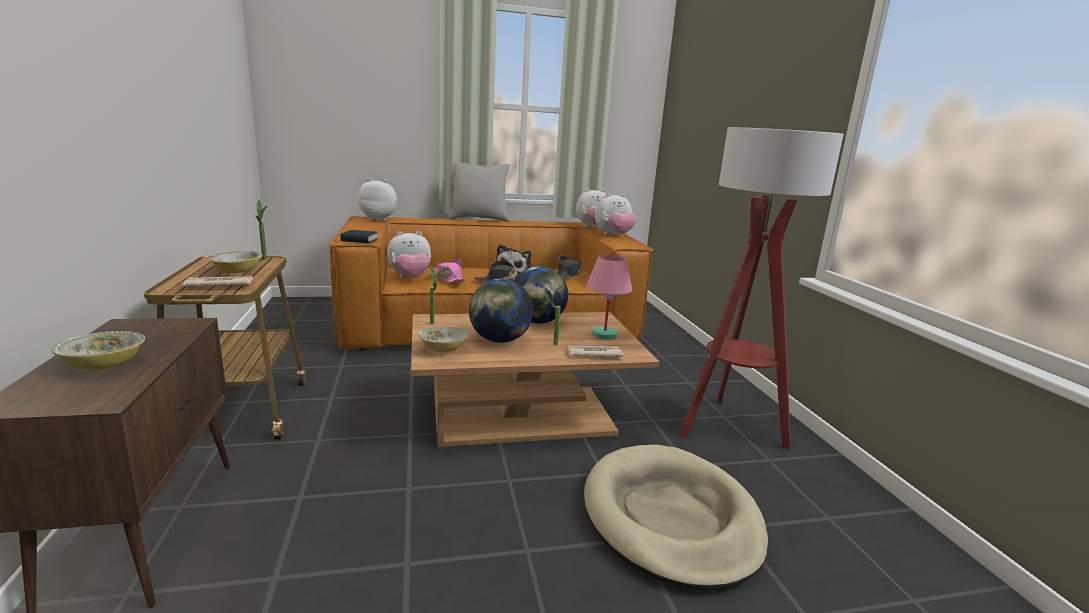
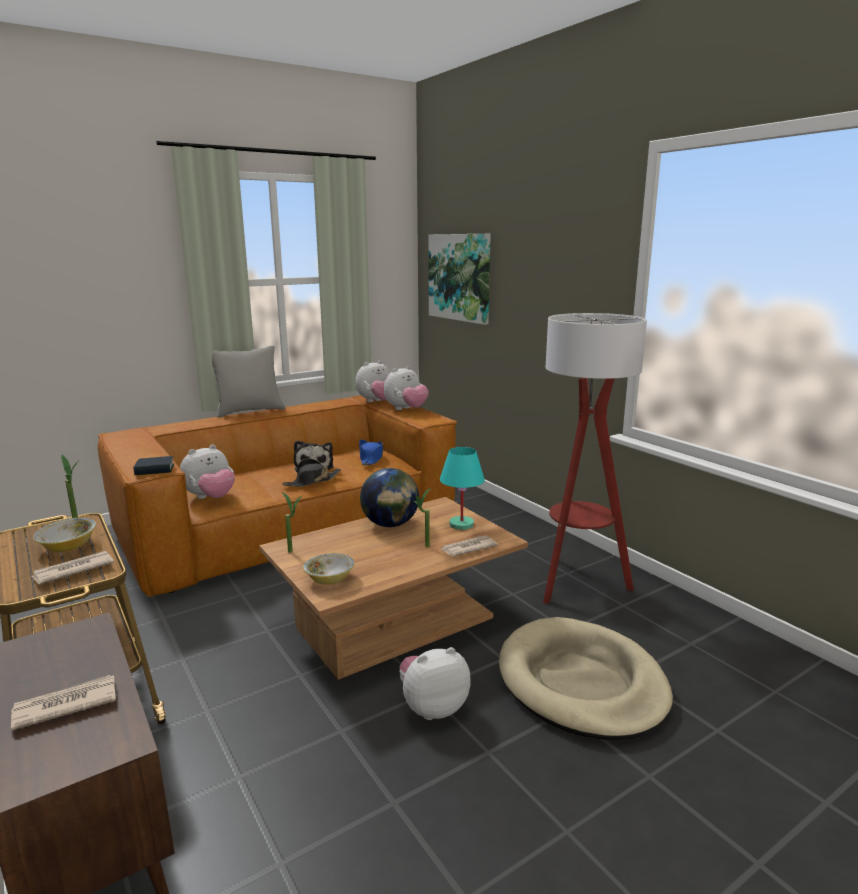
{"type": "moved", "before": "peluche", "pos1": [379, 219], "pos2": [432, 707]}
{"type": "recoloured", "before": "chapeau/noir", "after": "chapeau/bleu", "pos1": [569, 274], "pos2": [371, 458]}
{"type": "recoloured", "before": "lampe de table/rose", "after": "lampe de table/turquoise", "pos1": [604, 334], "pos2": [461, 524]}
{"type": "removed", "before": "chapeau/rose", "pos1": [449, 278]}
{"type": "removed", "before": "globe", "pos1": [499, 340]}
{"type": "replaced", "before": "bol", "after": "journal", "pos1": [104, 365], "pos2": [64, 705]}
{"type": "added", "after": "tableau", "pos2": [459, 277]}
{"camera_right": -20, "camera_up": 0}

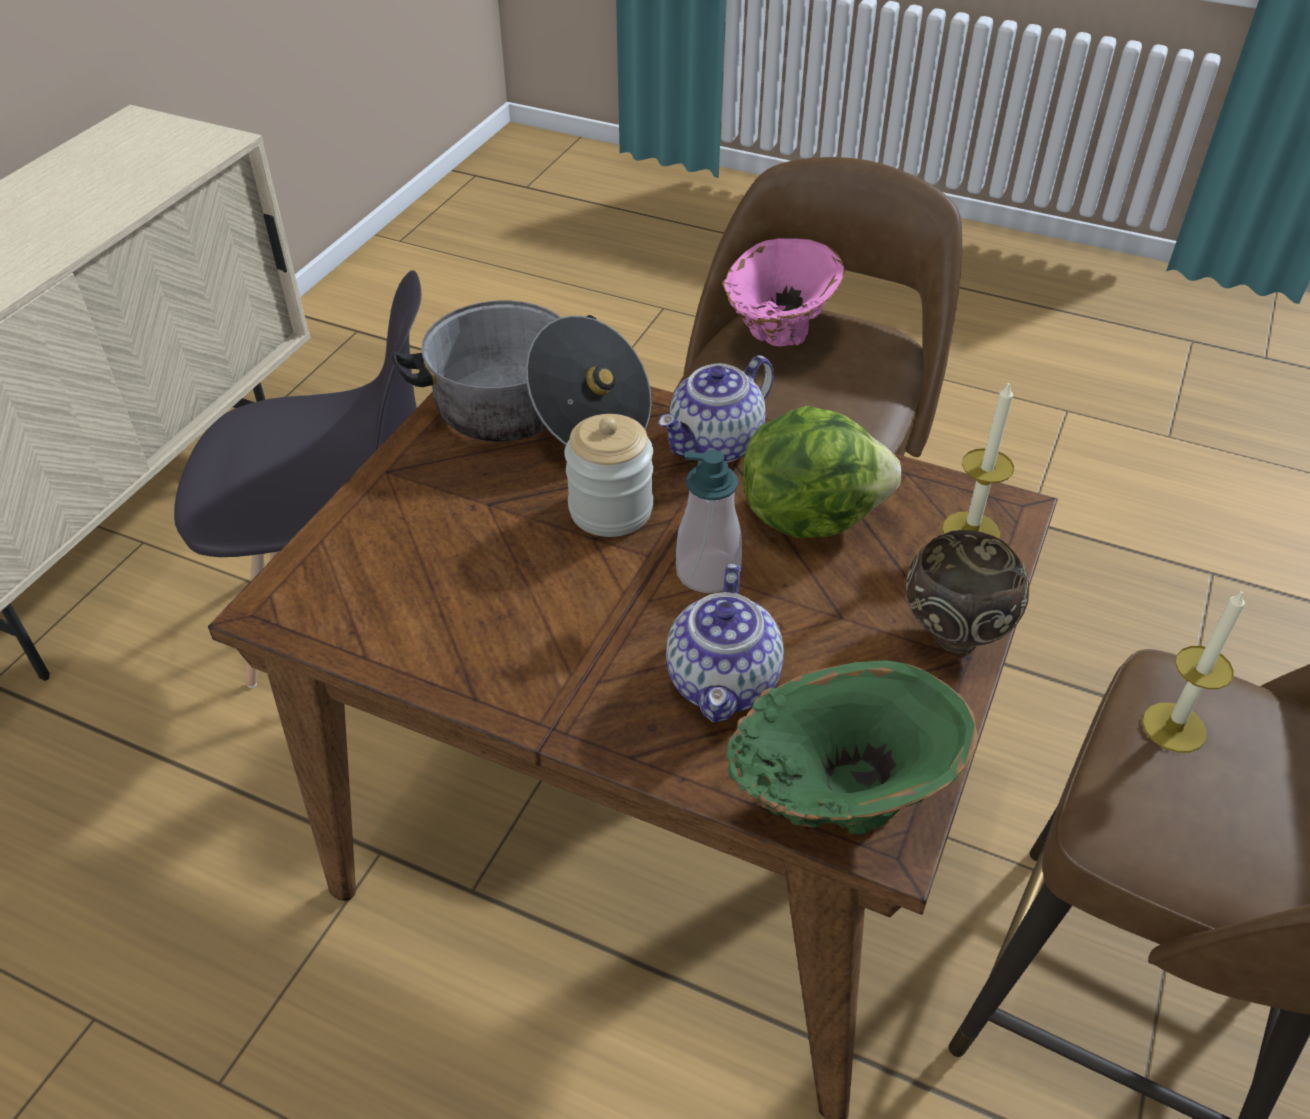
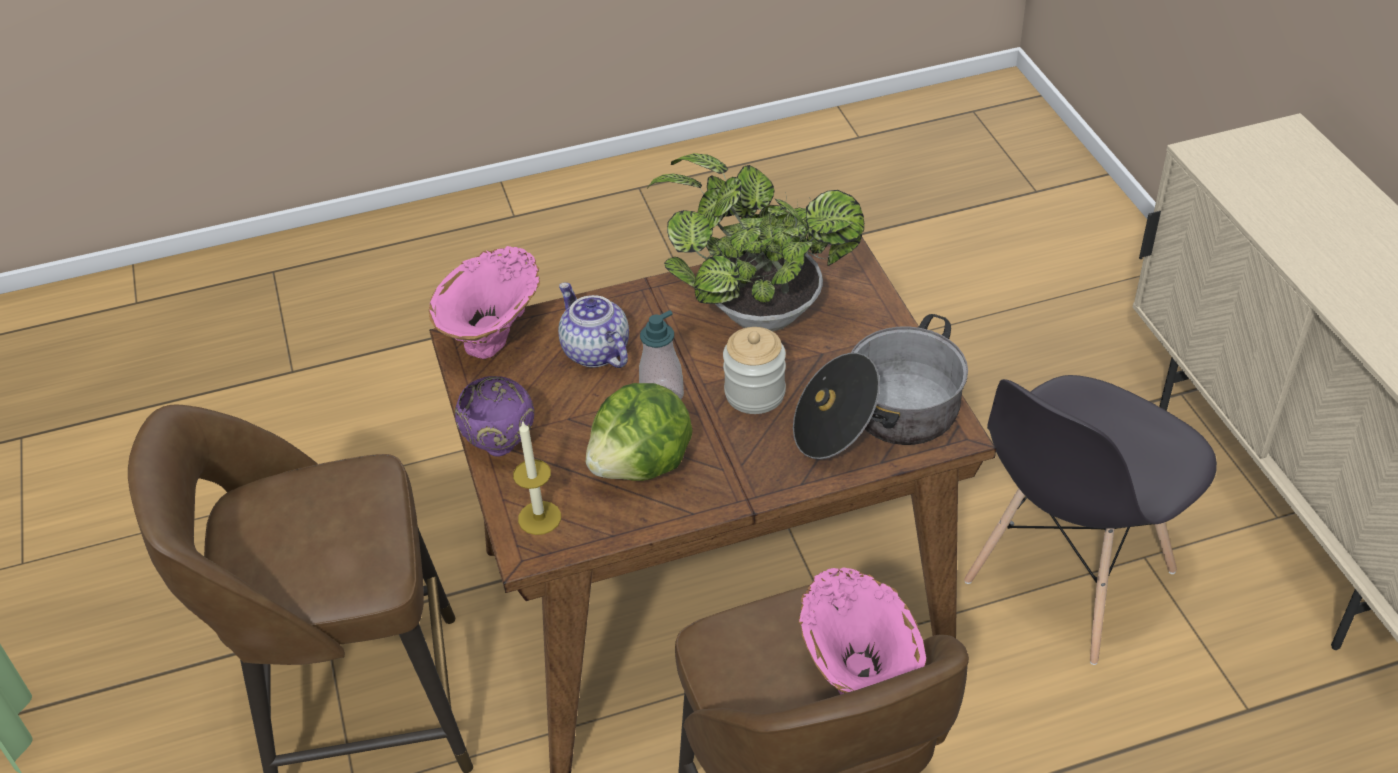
{"type": "removed", "before": "théière", "pos1": [716, 444]}
{"type": "recoloured", "before": "bol/marron", "after": "bol/violet", "pos1": [952, 635], "pos2": [502, 446]}
{"type": "removed", "before": "bougie", "pos1": [1174, 727]}
{"type": "recoloured", "before": "vase/vert", "after": "vase/rose", "pos1": [837, 804], "pos2": [495, 337]}
{"type": "added", "after": "plante en pot", "pos2": [755, 311]}
{"camera_right": 140, "camera_up": 0}

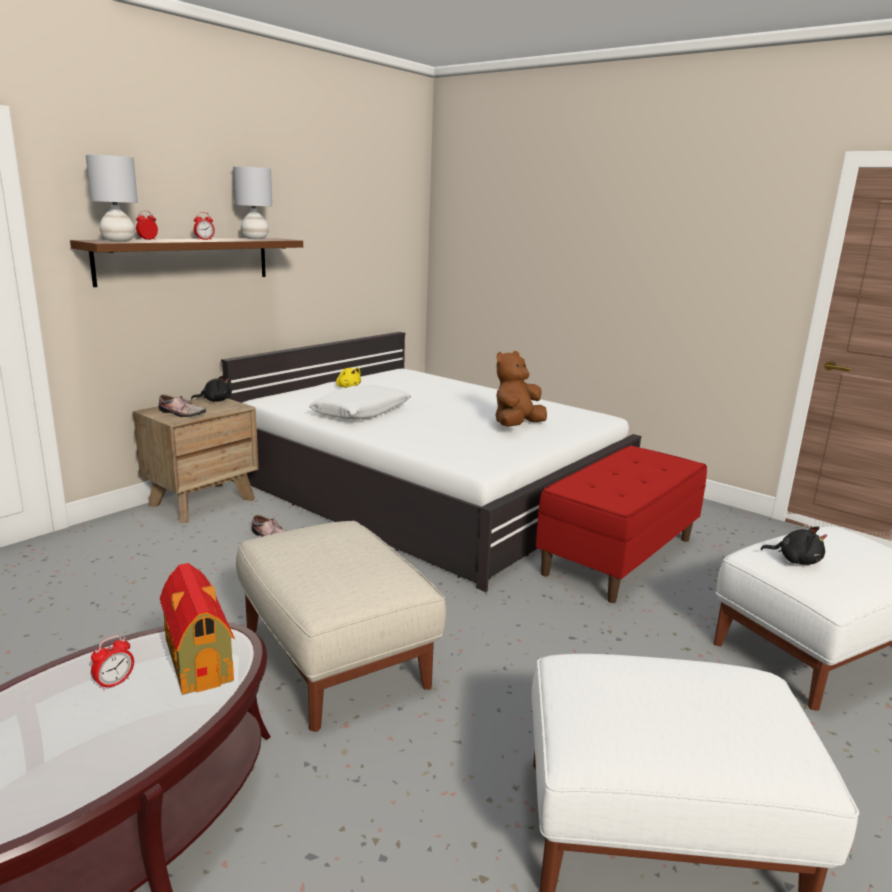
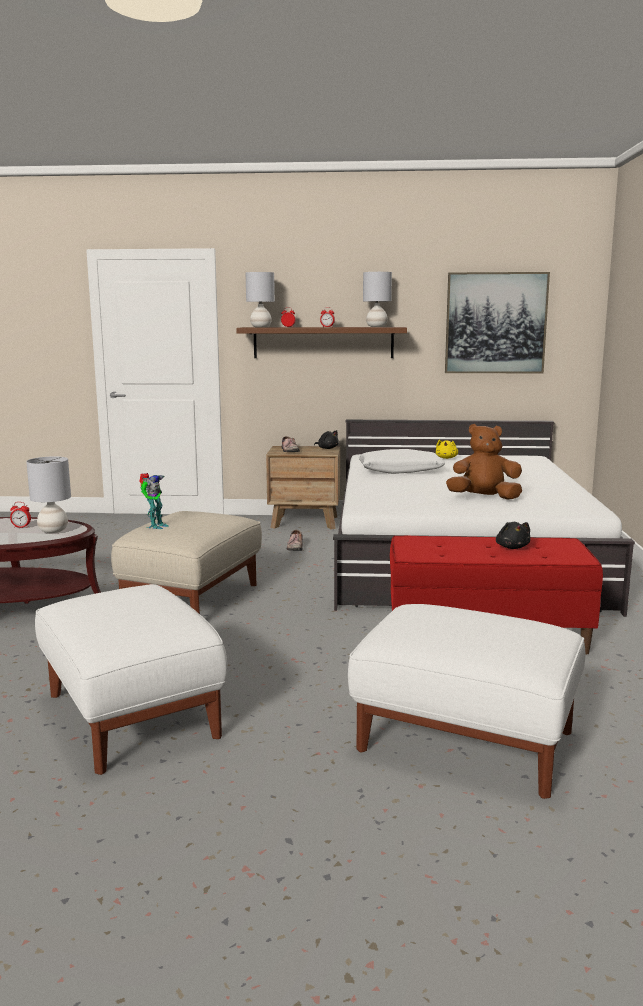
{"type": "moved", "before": "peluche/noir", "pos1": [795, 560], "pos2": [512, 547]}
{"type": "replaced", "before": "maison miniature", "after": "lampe de table/gris", "pos1": [198, 659], "pos2": [54, 531]}
{"type": "added", "after": "tableau", "pos2": [495, 323]}
{"type": "added", "after": "robot jouet", "pos2": [155, 526]}
{"camera_right": 55, "camera_up": -5}

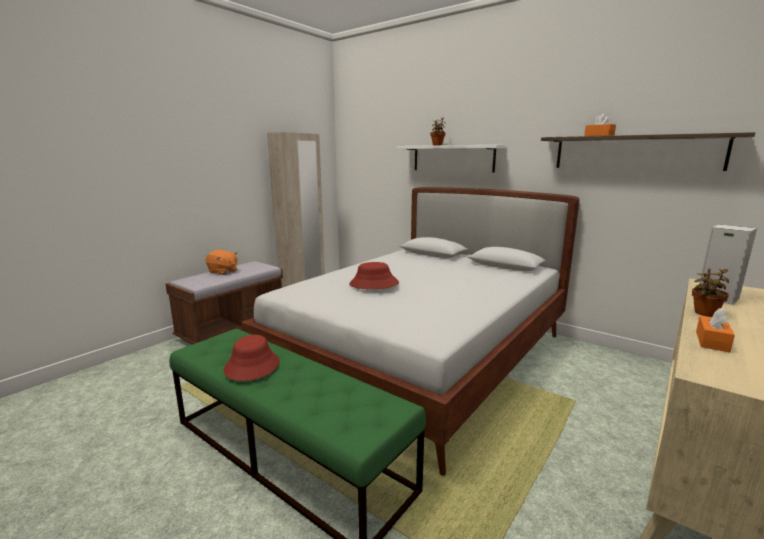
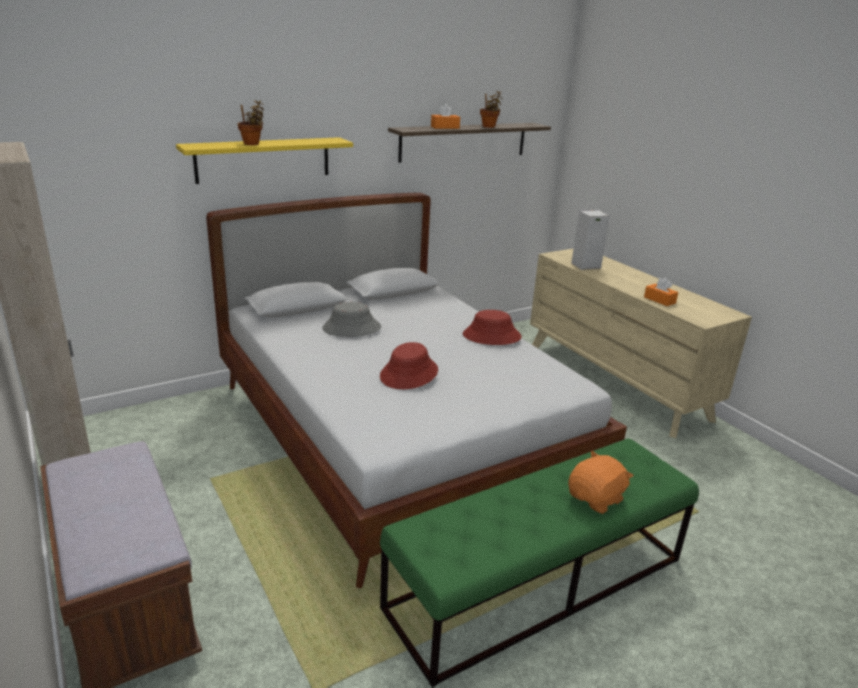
{"type": "recoloured", "before": "étagère/blanc", "after": "étagère/jaune", "pos1": [452, 158], "pos2": [263, 159]}
{"type": "moved", "before": "peluche/orange", "pos1": [223, 271], "pos2": [596, 499]}
{"type": "moved", "before": "plante en pot", "pos1": [704, 314], "pos2": [489, 127]}
{"type": "moved", "before": "chapeau/rouge", "pos1": [252, 366], "pos2": [491, 336]}
{"type": "added", "after": "chapeau/gris", "pos2": [351, 328]}
{"camera_right": -70, "camera_up": 10}

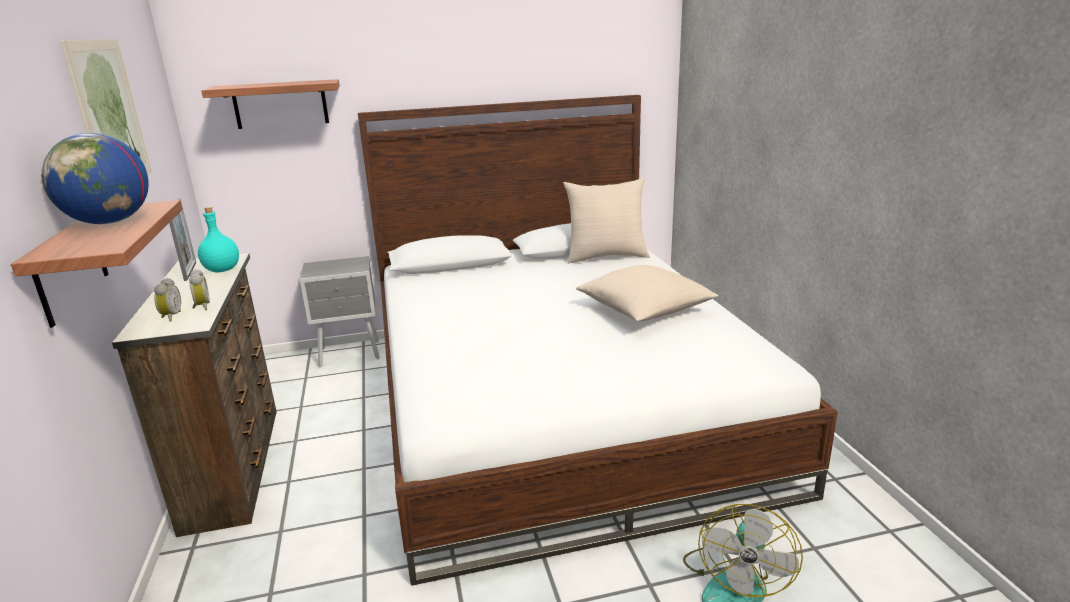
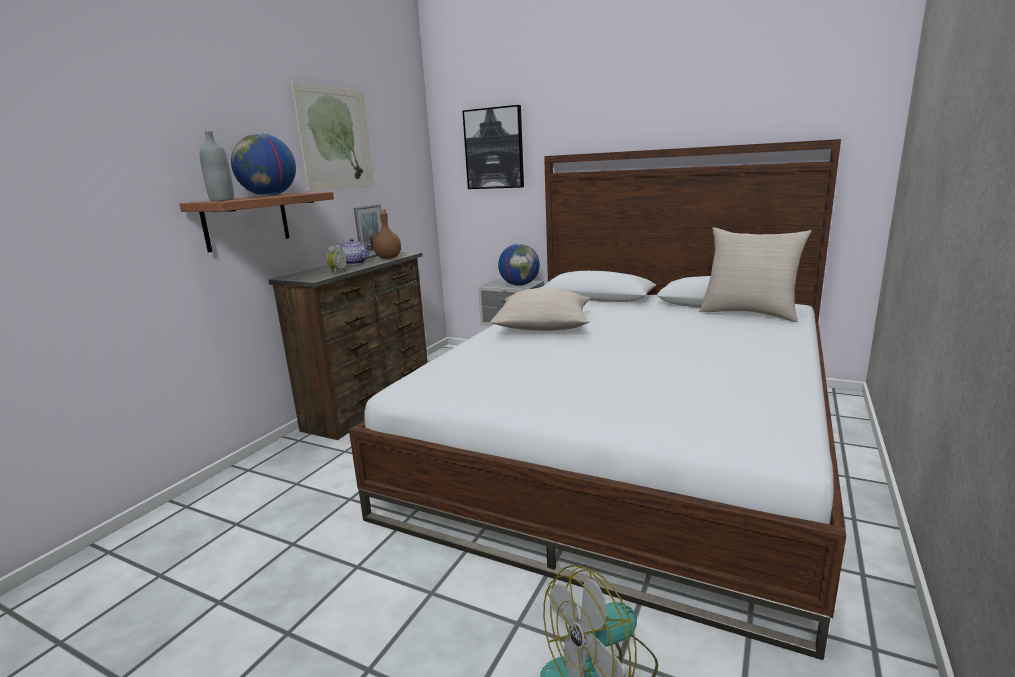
{"type": "replaced", "before": "étagère", "after": "tableau", "pos1": [280, 104], "pos2": [494, 148]}
{"type": "recoloured", "before": "bouteille/turquoise", "after": "bouteille/marron", "pos1": [223, 270], "pos2": [389, 258]}
{"type": "moved", "before": "coussin/beige", "pos1": [644, 309], "pos2": [543, 326]}
{"type": "removed", "before": "réveil", "pos1": [170, 317]}
{"type": "added", "after": "bouteille/gris", "pos2": [222, 200]}
{"type": "added", "after": "théière", "pos2": [355, 263]}
{"type": "added", "after": "globe", "pos2": [520, 285]}
{"camera_right": 40, "camera_up": -5}

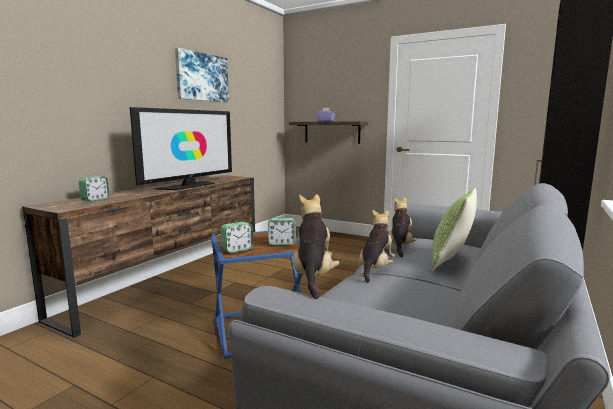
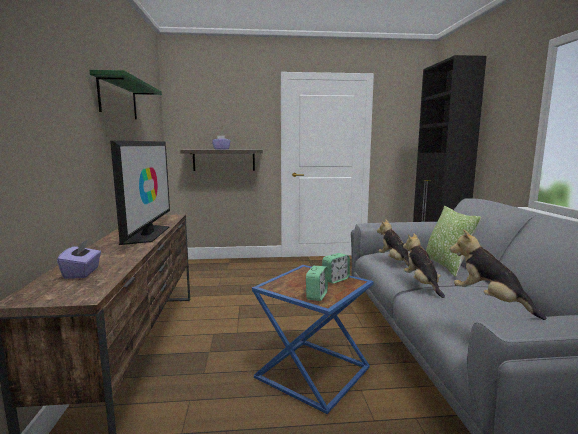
{"type": "replaced", "before": "tableau", "after": "étagère/vert", "pos1": [202, 77], "pos2": [118, 99]}
{"type": "replaced", "before": "réveil", "after": "boîte à mouchoirs/violet", "pos1": [95, 199], "pos2": [82, 273]}
{"camera_right": -35, "camera_up": 0}

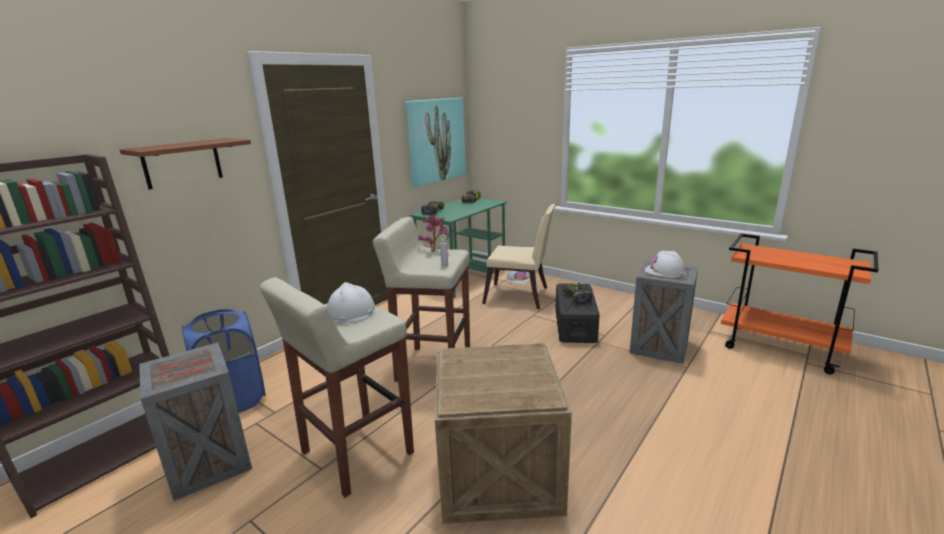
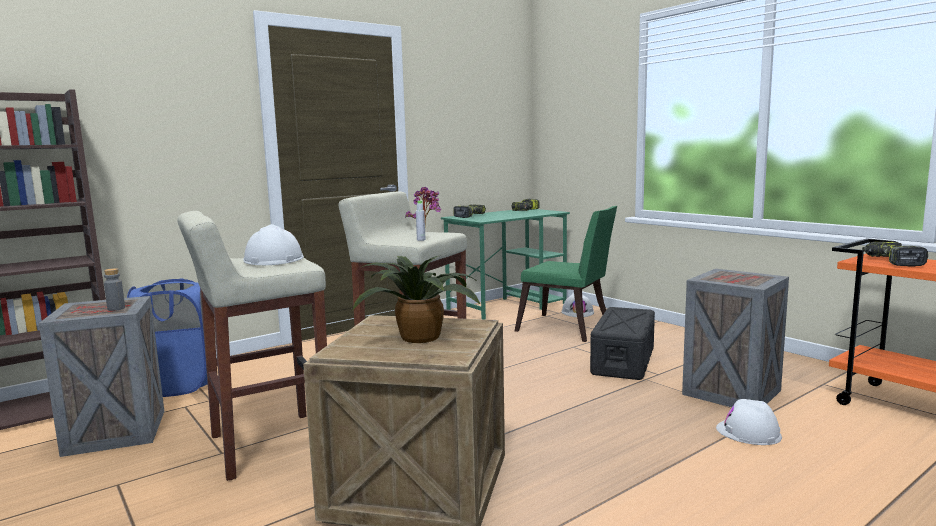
{"type": "removed", "before": "tableau", "pos1": [436, 140]}
{"type": "removed", "before": "étagère/marron", "pos1": [182, 163]}
{"type": "recoloured", "before": "chaise/beige", "after": "chaise/vert", "pos1": [520, 297], "pos2": [568, 329]}
{"type": "moved", "before": "casque de chantier/blanc", "pos1": [665, 271], "pos2": [748, 432]}
{"type": "moved", "before": "perceuse", "pos1": [575, 297], "pos2": [891, 261]}
{"type": "added", "after": "plante en pot", "pos2": [421, 336]}
{"type": "added", "after": "bouteille/gris", "pos2": [116, 308]}
{"camera_right": 15, "camera_up": -10}

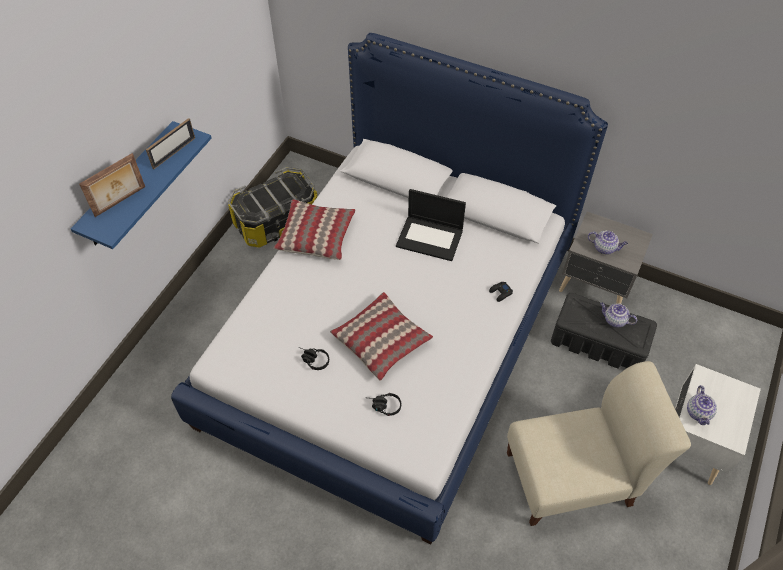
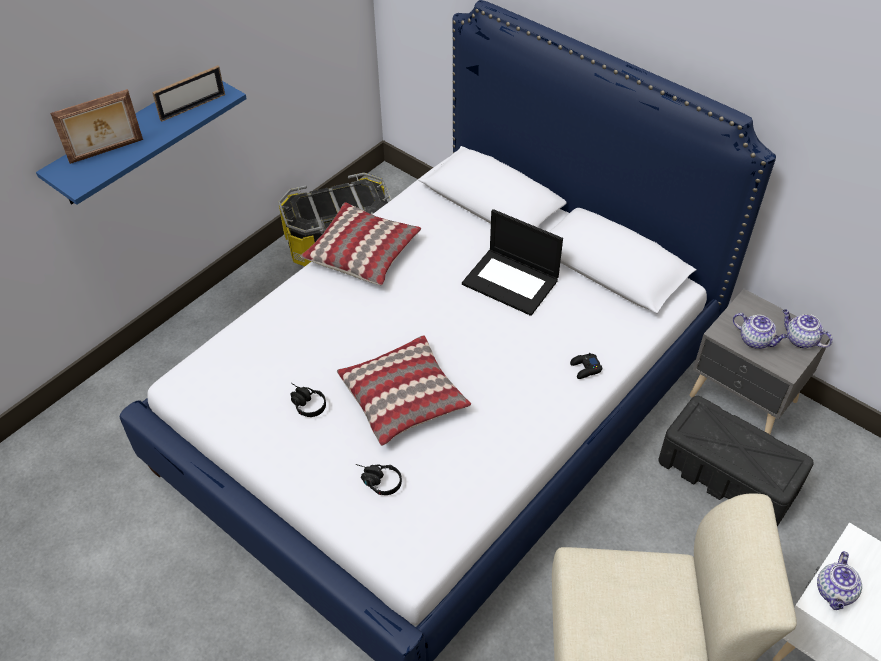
{"type": "moved", "before": "théière", "pos1": [614, 320], "pos2": [800, 339]}
{"camera_right": 15, "camera_up": -5}

